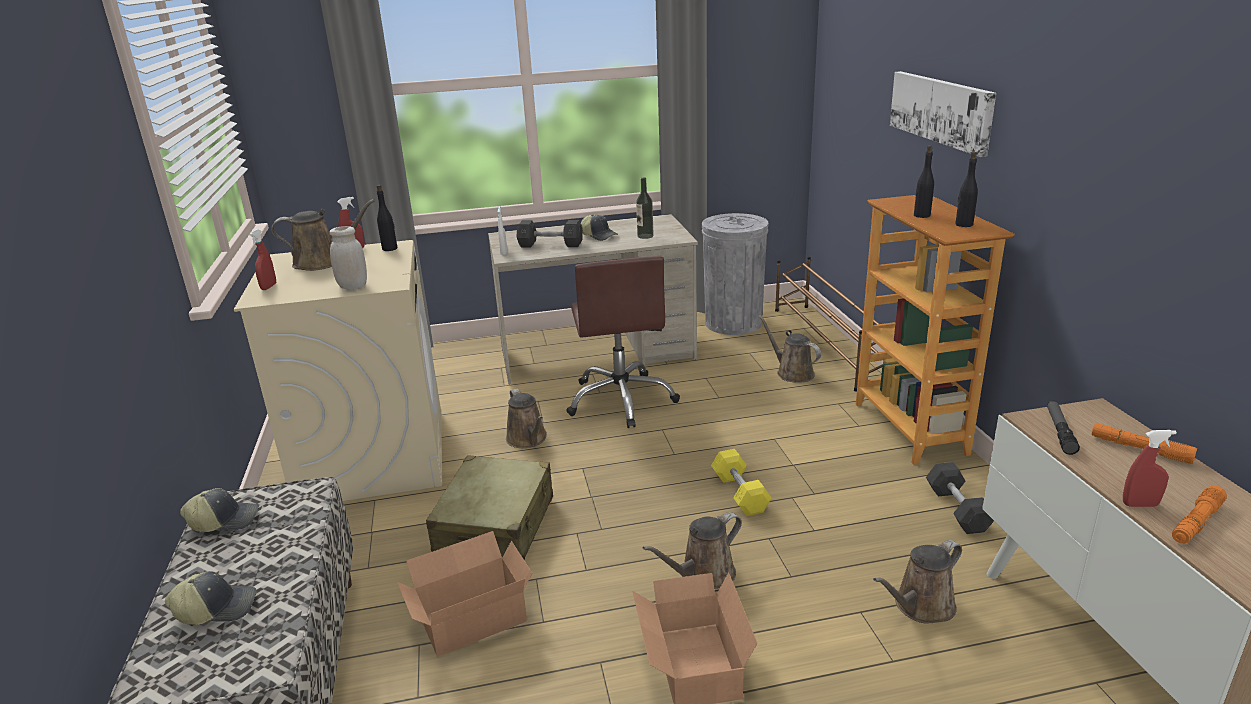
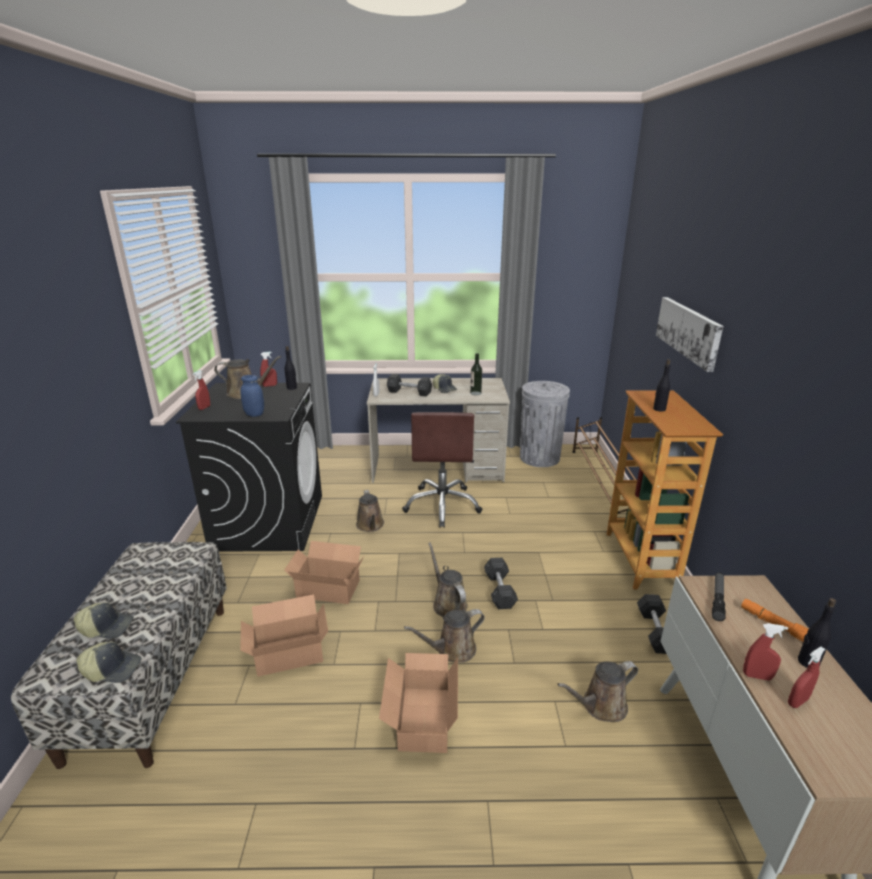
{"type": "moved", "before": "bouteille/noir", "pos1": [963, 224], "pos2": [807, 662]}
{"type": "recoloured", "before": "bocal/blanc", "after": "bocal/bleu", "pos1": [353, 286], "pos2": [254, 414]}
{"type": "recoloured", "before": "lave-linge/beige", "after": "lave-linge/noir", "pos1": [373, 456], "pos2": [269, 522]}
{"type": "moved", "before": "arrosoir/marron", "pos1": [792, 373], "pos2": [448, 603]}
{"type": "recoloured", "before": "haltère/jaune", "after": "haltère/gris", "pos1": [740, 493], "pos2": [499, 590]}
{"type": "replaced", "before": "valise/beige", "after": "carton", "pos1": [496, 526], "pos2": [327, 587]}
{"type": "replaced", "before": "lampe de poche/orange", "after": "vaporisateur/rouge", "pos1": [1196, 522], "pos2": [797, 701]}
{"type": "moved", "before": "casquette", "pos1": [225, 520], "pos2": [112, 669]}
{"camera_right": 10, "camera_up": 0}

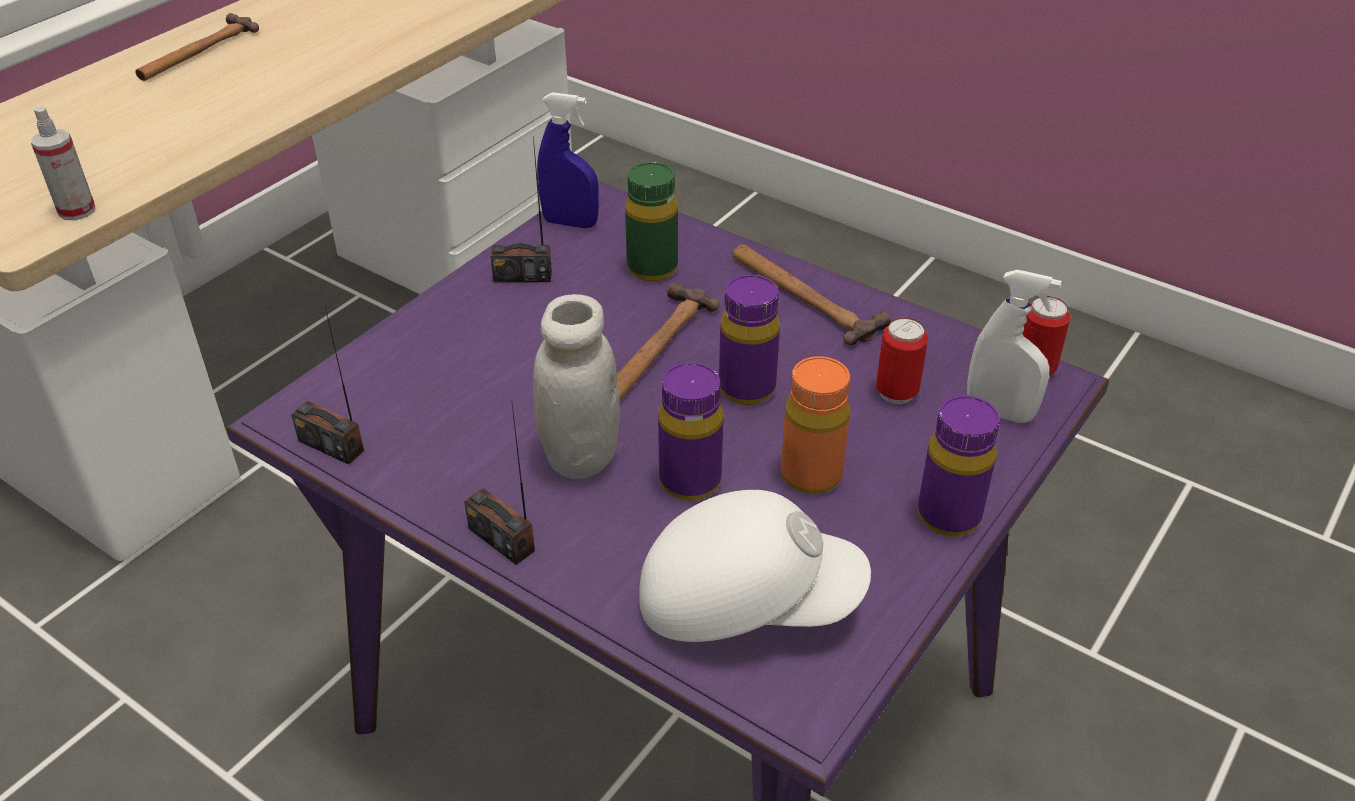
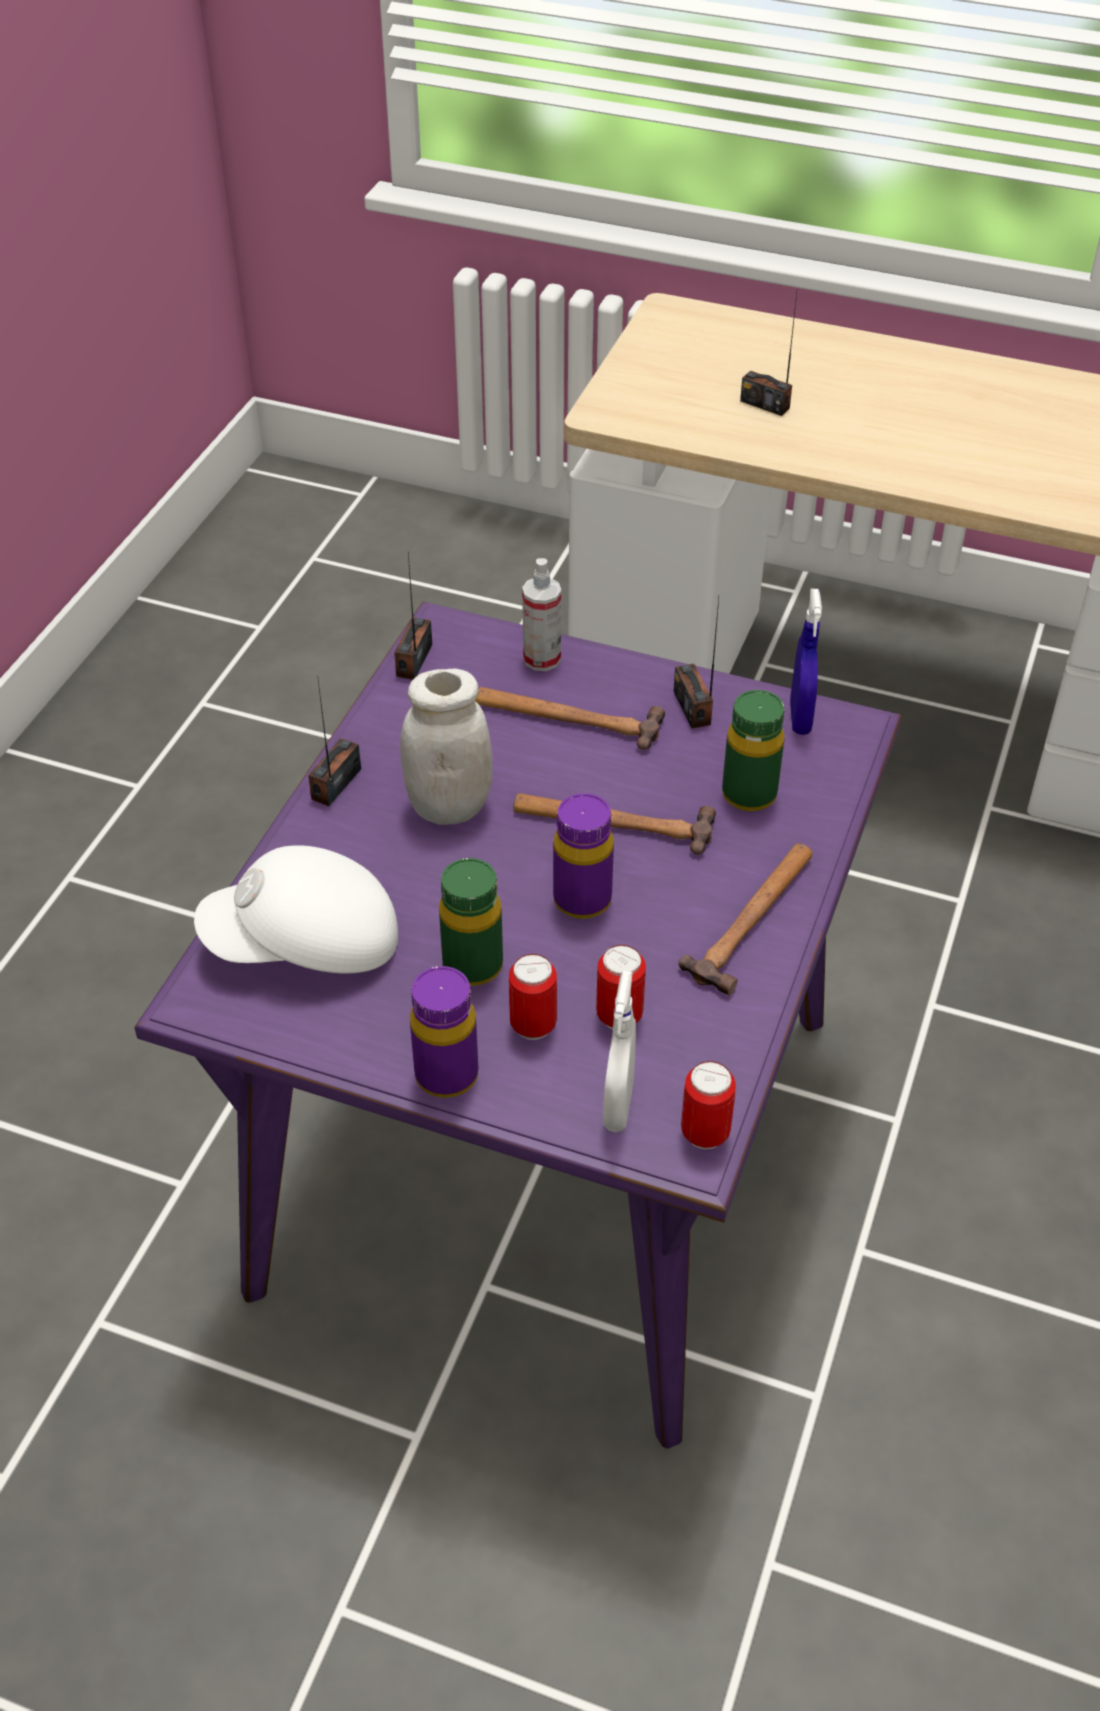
{"type": "moved", "before": "marteau", "pos1": [197, 52], "pos2": [567, 718]}
{"type": "moved", "before": "vaporisateur", "pos1": [77, 210], "pos2": [542, 659]}
{"type": "recoloured", "before": "bouteille/orange", "after": "bouteille/vert", "pos1": [811, 475], "pos2": [473, 966]}
{"type": "removed", "before": "bouteille/violet", "pos1": [690, 481]}
{"type": "turned", "before": "casquette/blanc", "pos1": [745, 600], "pos2": [305, 945], "turn": 90}
{"type": "added", "after": "radio", "pos2": [765, 404]}
{"type": "added", "after": "boîte métallique", "pos2": [533, 1025]}
{"camera_right": 75, "camera_up": 5}

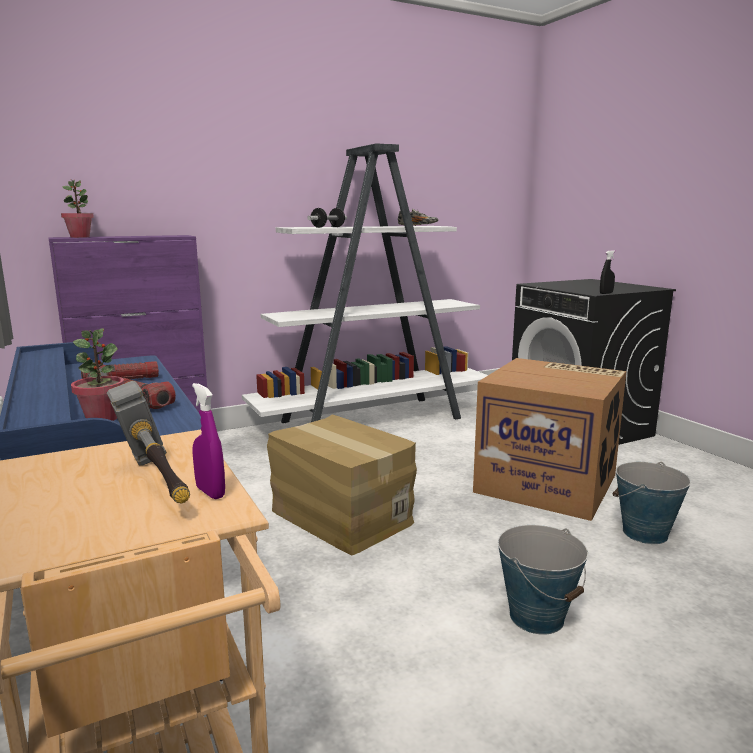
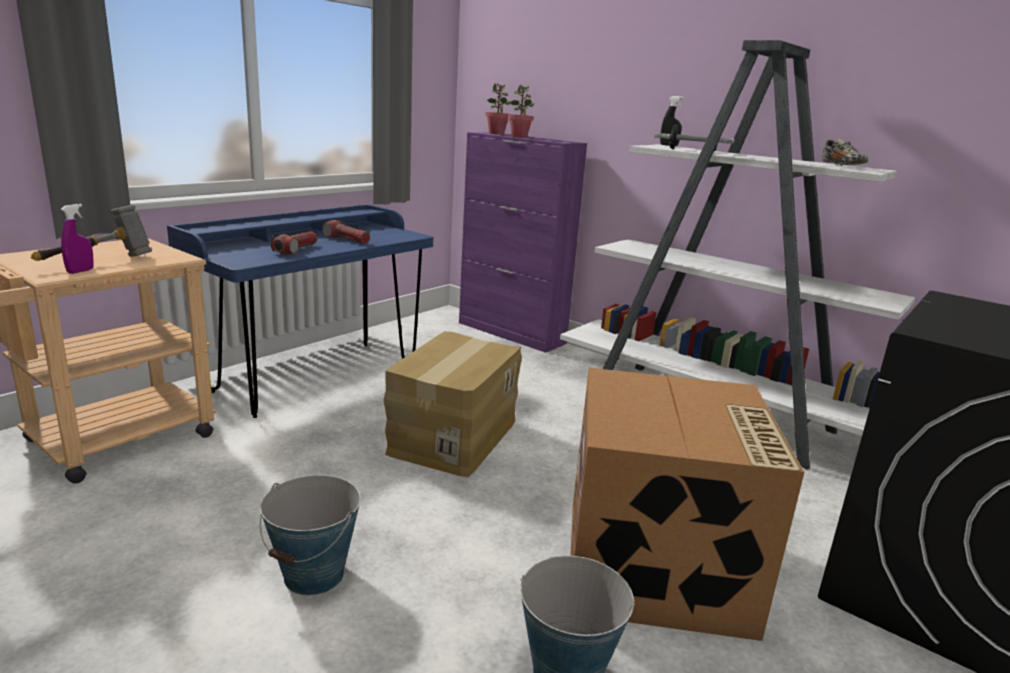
{"type": "moved", "before": "vaporisateur/noir", "pos1": [606, 293], "pos2": [668, 145]}
{"type": "moved", "before": "plante en pot", "pos1": [102, 419], "pos2": [519, 137]}
{"camera_right": 65, "camera_up": 5}

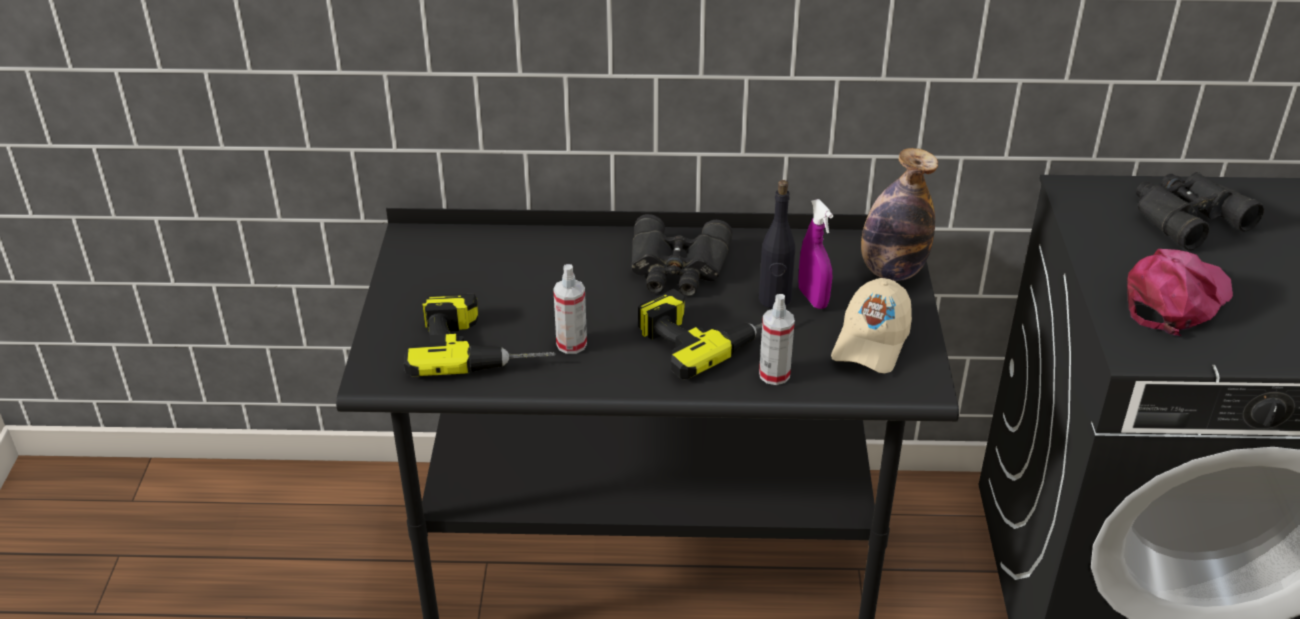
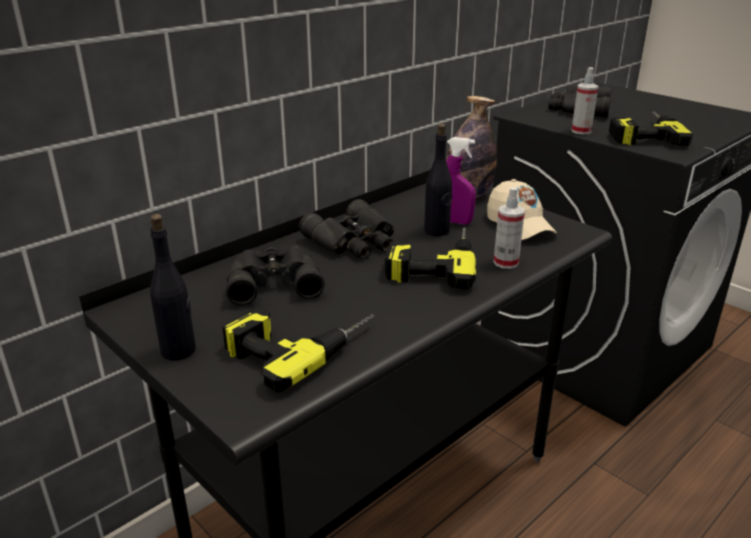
{"type": "replaced", "before": "casquette/rose", "after": "perceuse", "pos1": [1175, 300], "pos2": [641, 133]}
{"type": "moved", "before": "vaporisateur", "pos1": [571, 344], "pos2": [581, 131]}
{"type": "added", "after": "bouteille/noir", "pos2": [179, 350]}
{"type": "added", "after": "jumelles/noir", "pos2": [273, 281]}
{"camera_right": -45, "camera_up": -10}

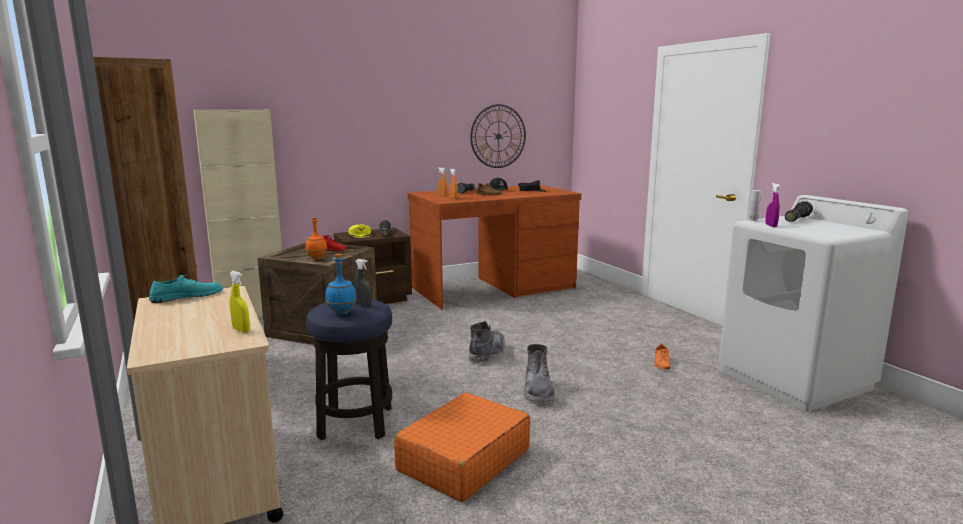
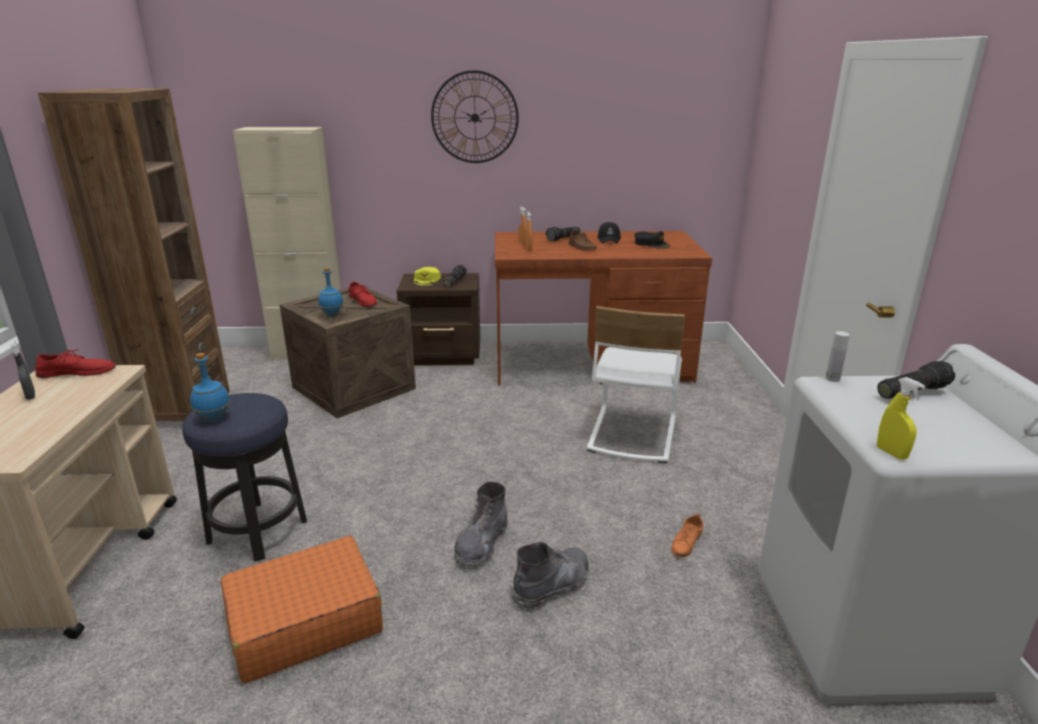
{"type": "moved", "before": "horloge murale", "pos1": [498, 136], "pos2": [475, 117]}
{"type": "removed", "before": "vaporisateur/violet", "pos1": [771, 226]}
{"type": "recoloured", "before": "bouteille/orange", "after": "bouteille/bleu", "pos1": [316, 258], "pos2": [332, 314]}
{"type": "moved", "before": "vaporisateur/gris", "pos1": [363, 305], "pos2": [31, 396]}
{"type": "moved", "before": "vaporisateur/jaune", "pos1": [241, 330], "pos2": [891, 453]}
{"type": "recoloured", "before": "chaussure/turquoise", "after": "chaussure/rouge", "pos1": [187, 296], "pos2": [77, 372]}
{"type": "moved", "before": "botte/gris", "pos1": [487, 353], "pos2": [552, 586]}
{"type": "added", "after": "chaise/blanc", "pos2": [631, 434]}
{"camera_right": 25, "camera_up": 10}

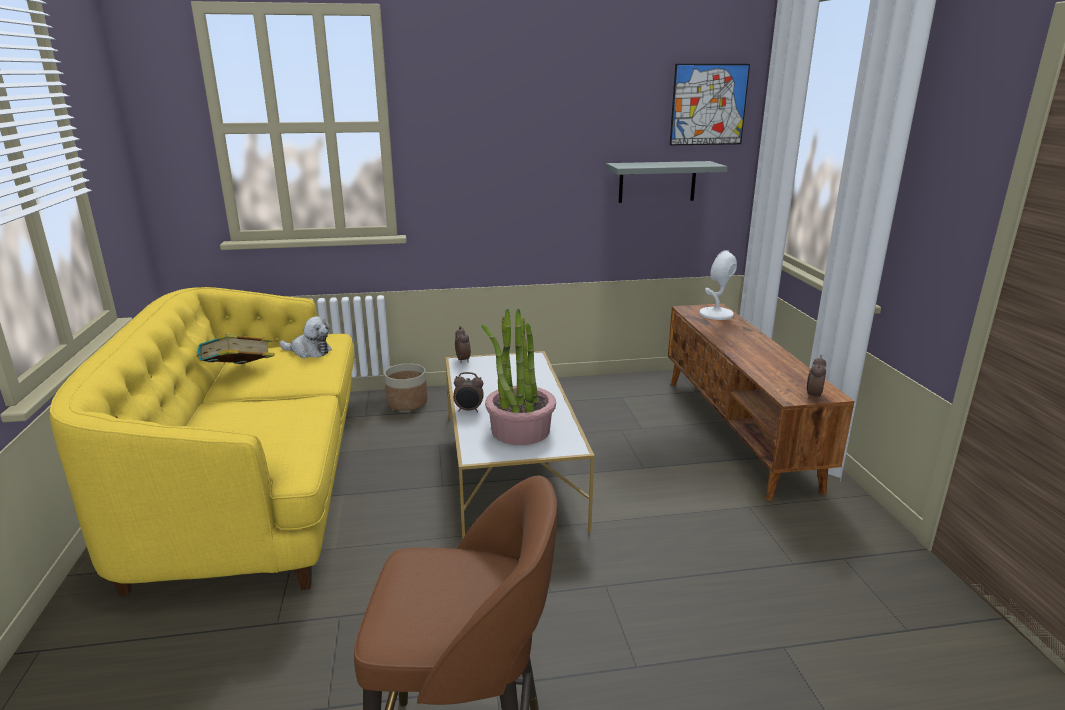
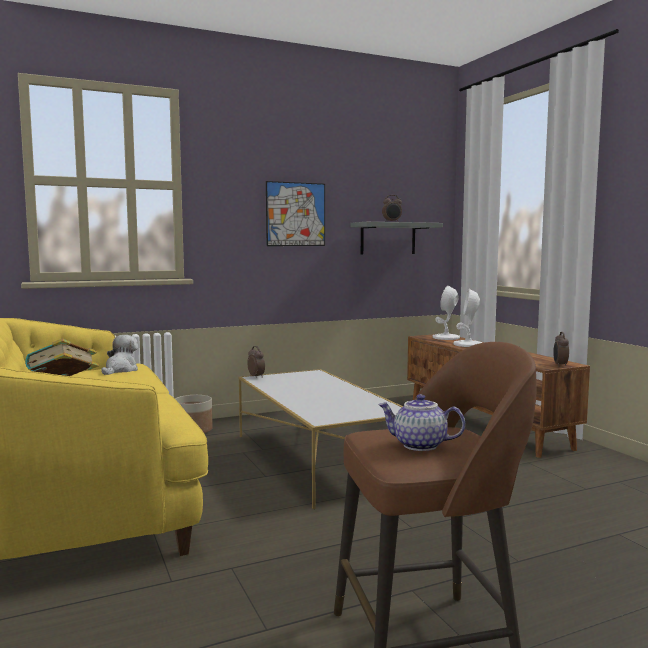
{"type": "moved", "before": "tableau", "pos1": [708, 105], "pos2": [295, 214]}
{"type": "removed", "before": "plante en pot", "pos1": [520, 431]}
{"type": "turned", "before": "peluche", "pos1": [309, 352], "pos2": [120, 370], "turn": -75}
{"type": "moved", "before": "réveil", "pos1": [469, 410], "pos2": [392, 222]}
{"type": "added", "after": "lampe de table/blanc", "pos2": [468, 344]}
{"type": "added", "after": "théière", "pos2": [419, 445]}
{"camera_right": -15, "camera_up": -15}

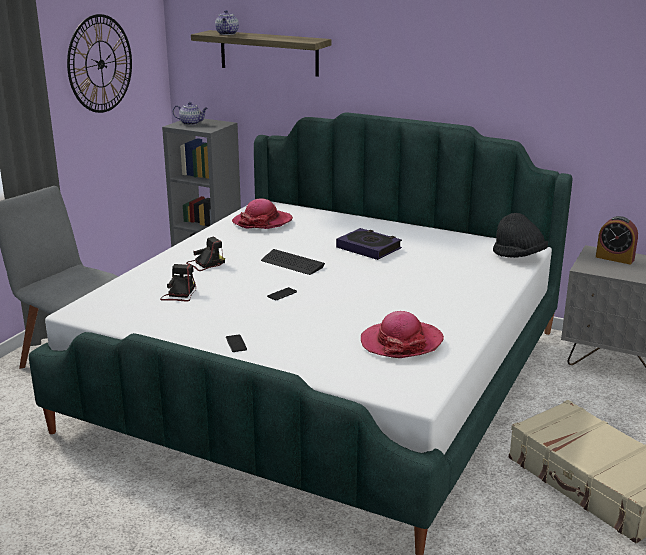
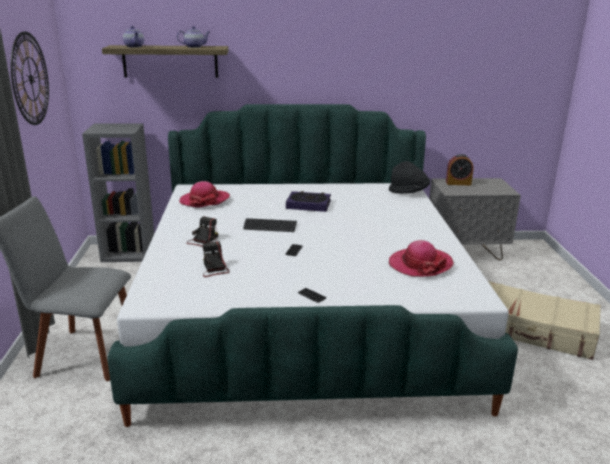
{"type": "moved", "before": "théière", "pos1": [191, 123], "pos2": [194, 47]}
{"camera_right": -30, "camera_up": 0}

